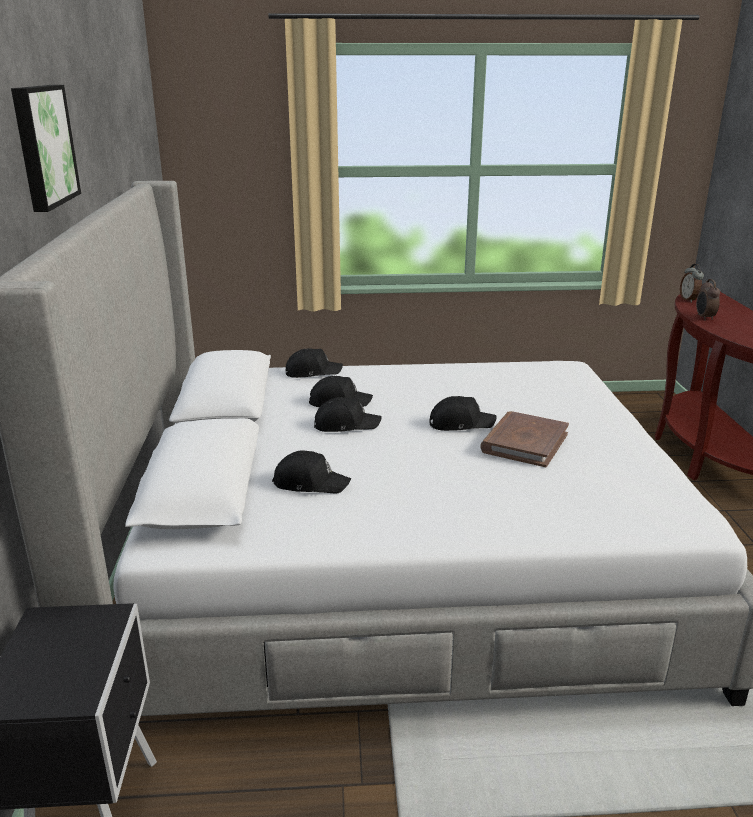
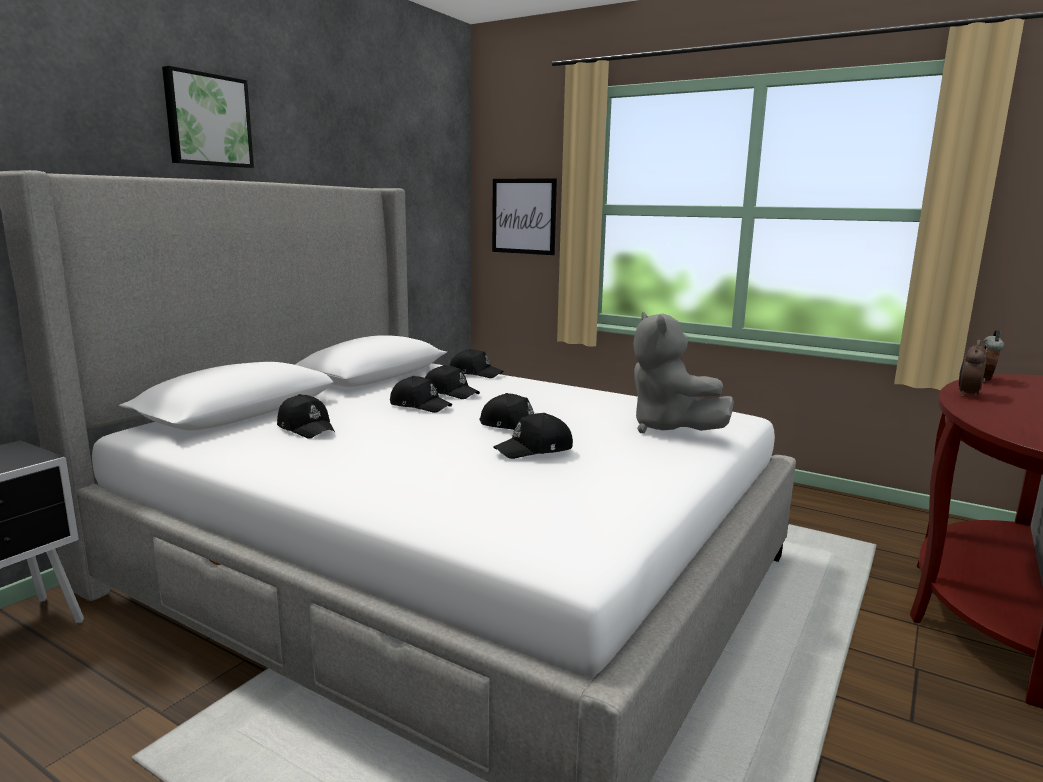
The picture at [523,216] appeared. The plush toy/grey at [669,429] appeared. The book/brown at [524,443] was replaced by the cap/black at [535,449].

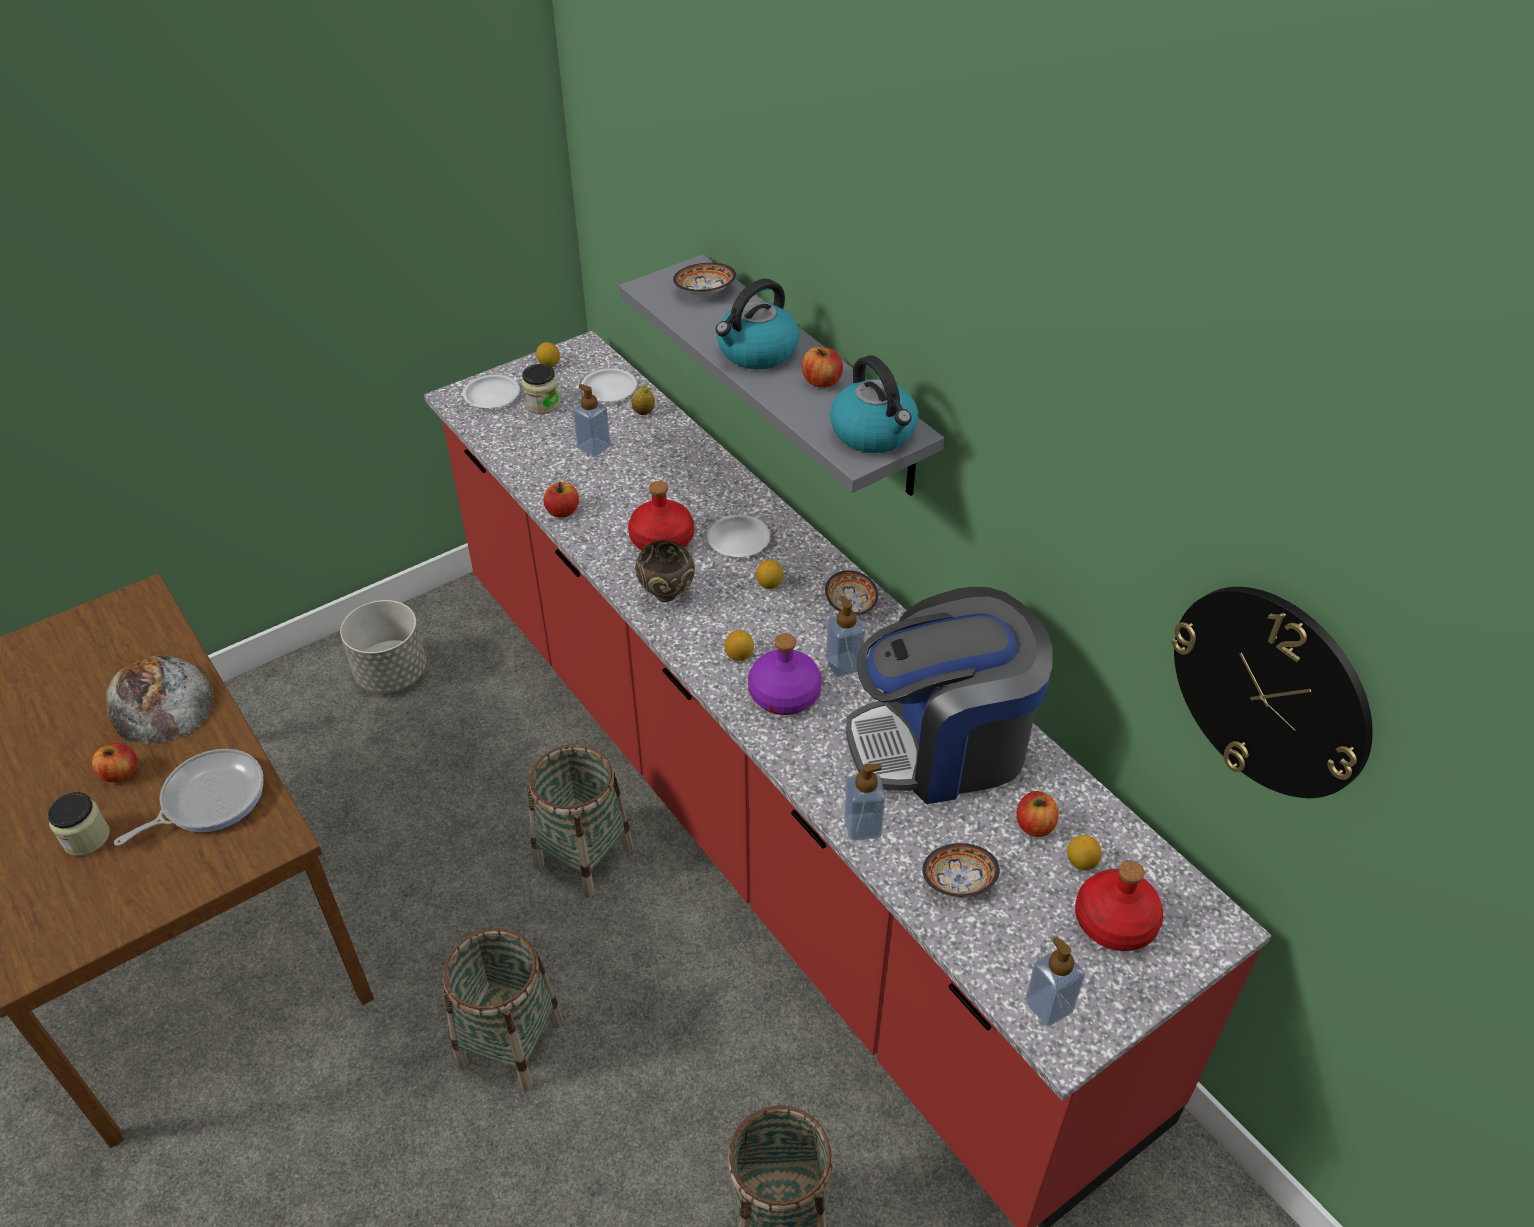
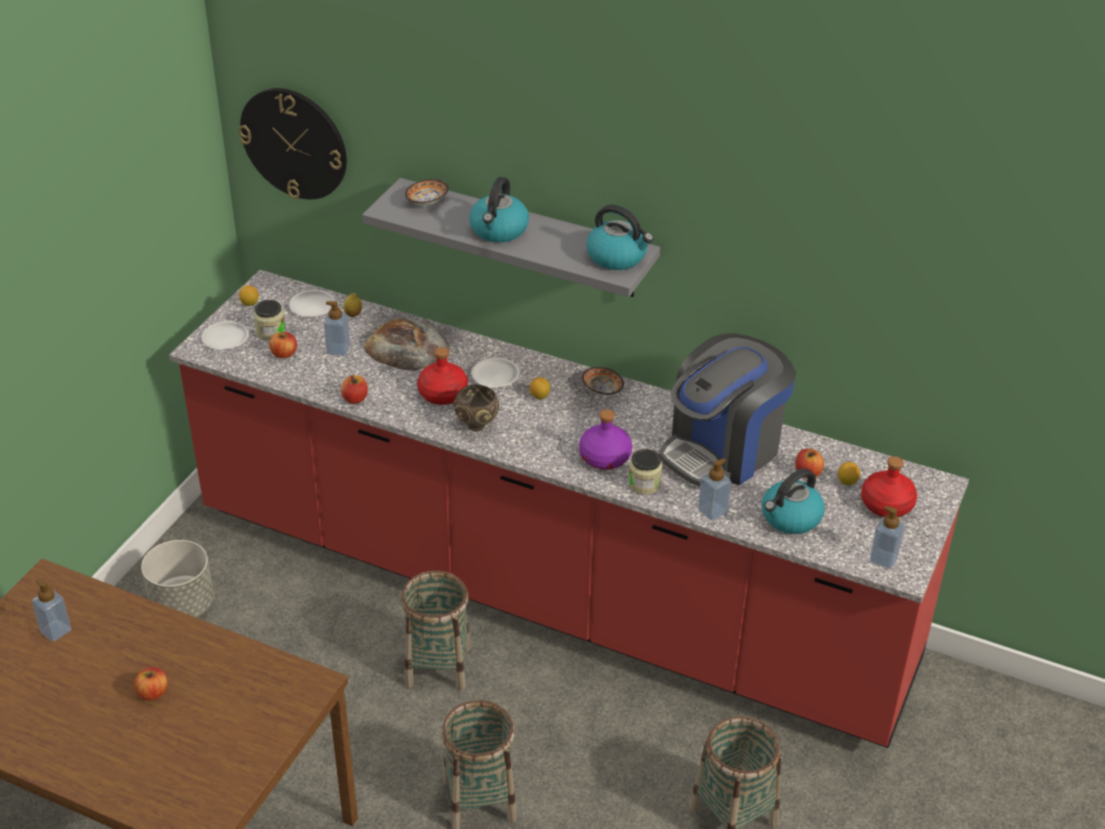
The frying pan at [208,799] disappeared. The lemon at [739,655] disappeared. The jar moved from [86,837] to [644,484]. The bread moved from [159,701] to [407,347]. The apple moved from [821,381] to [284,354]. The soap dispenser moved from [843,665] to [56,631]. The wall clock moved from [1270,691] to [294,143]. The bowl at [960,882] was replaced by the kettle at [790,518].

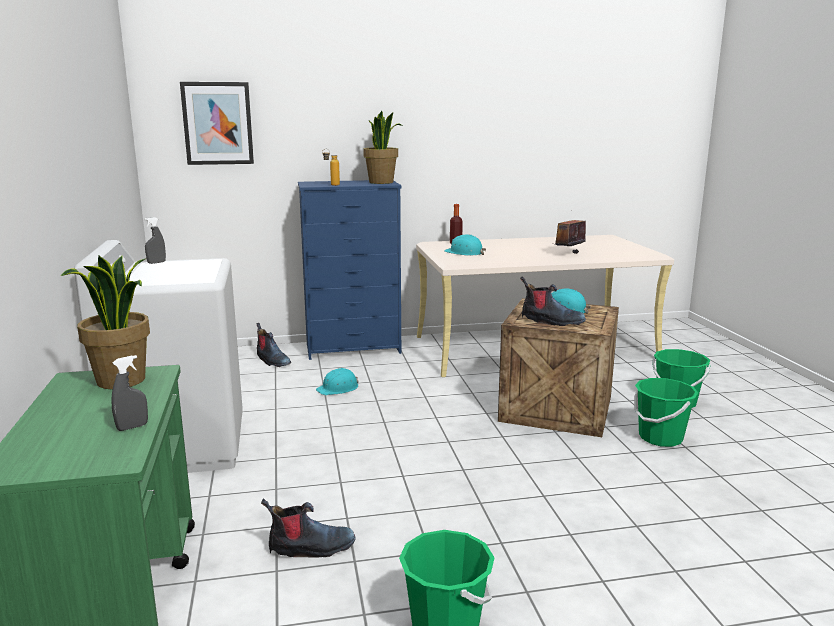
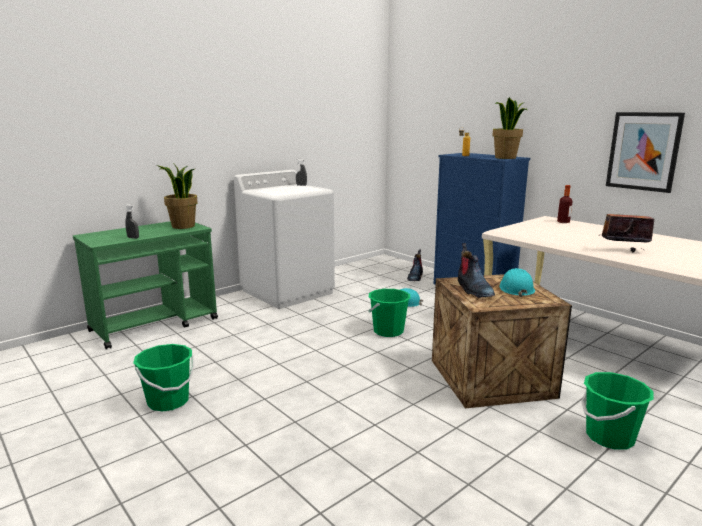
The boot at [310,548] disappeared. The hard hat/turquoise at [464,252] disappeared. The picture moved from [217,123] to [643,151]. The bucket/green moved from [660,438] to [388,331].

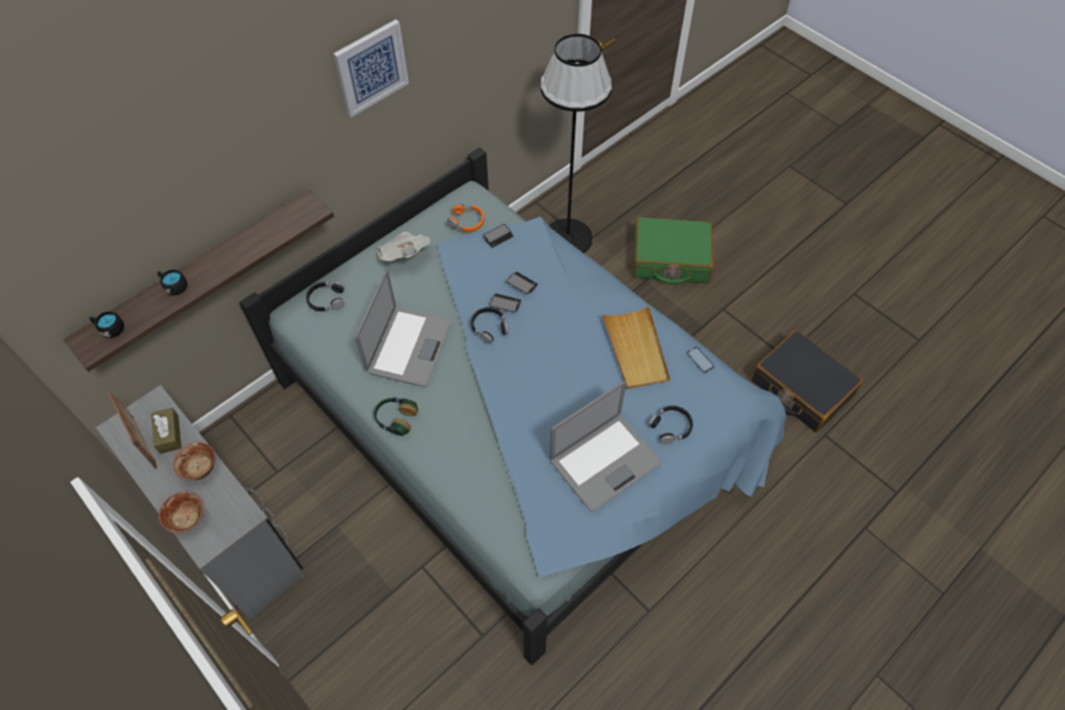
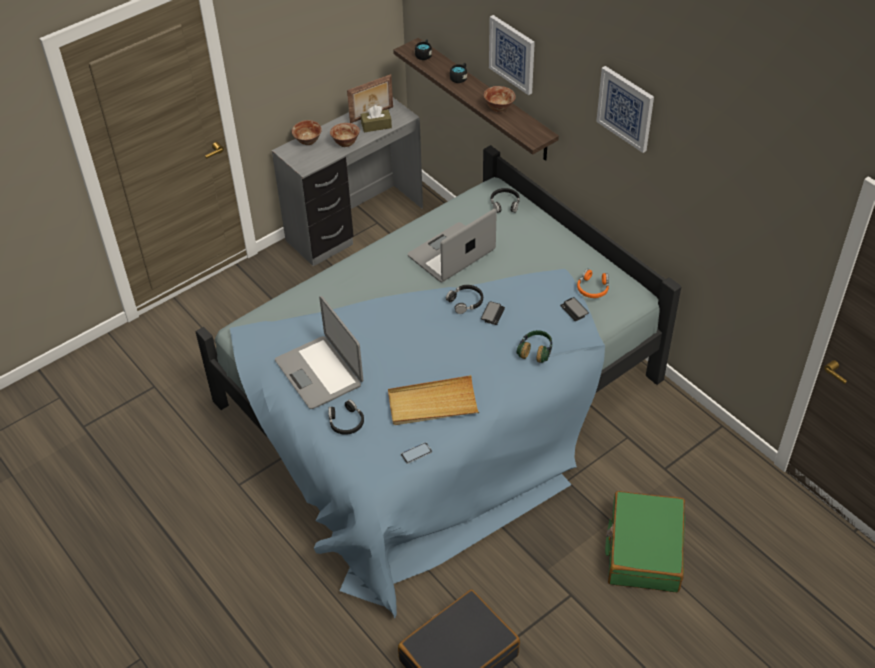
The newspaper at [405,255] disappeared. The phone at [522,283] disappeared. The floor lamp/black at [567,238] disappeared. The bowl at [498,108] appeared. The picture at [512,54] appeared. The headphones moved from [396,419] to [536,351]. The laptop at [409,347] turned 120 degrees clockwise.

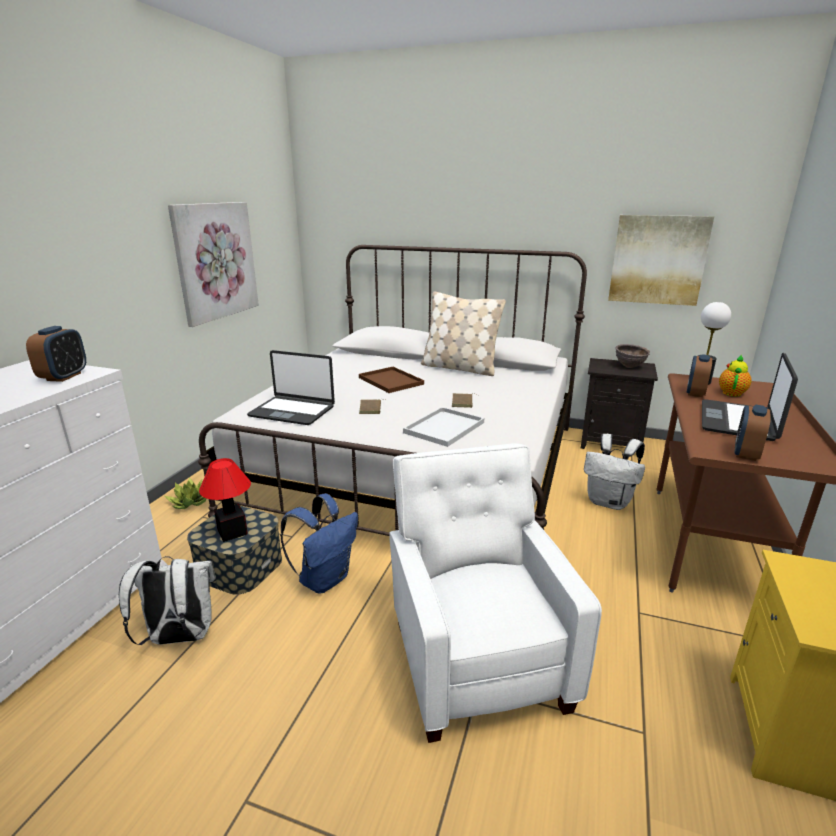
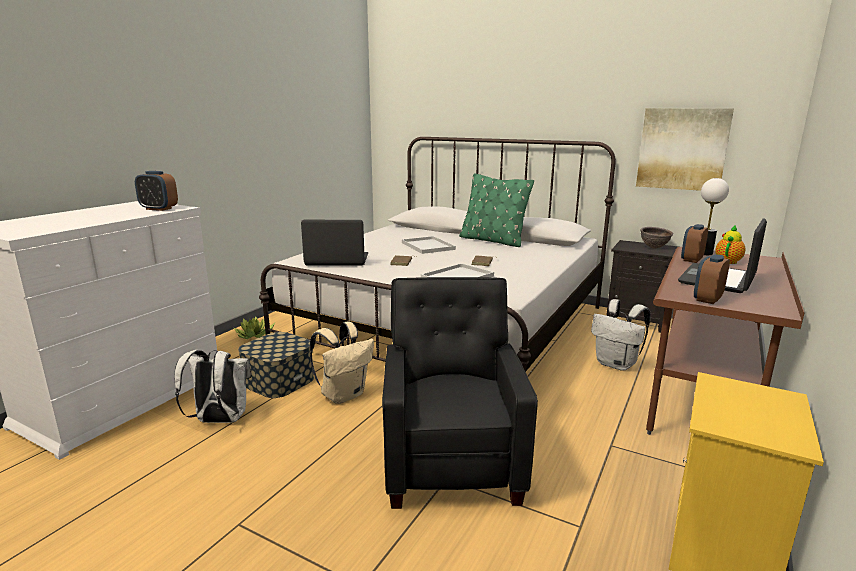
The picture at [216,261] disappeared. The table lamp at [233,532] disappeared. The backpack/blue at [325,579] became the backpack/beige at [344,395]. The tray/brown at [392,381] became the tray/white at [429,246]. The armchair/white at [477,658] became the armchair/black at [452,460]. The pillow/beige at [460,368] became the pillow/green at [493,240]. The alarm clock at [64,377] turned 90 degrees clockwise. The laptop at [292,411] turned 150 degrees clockwise.

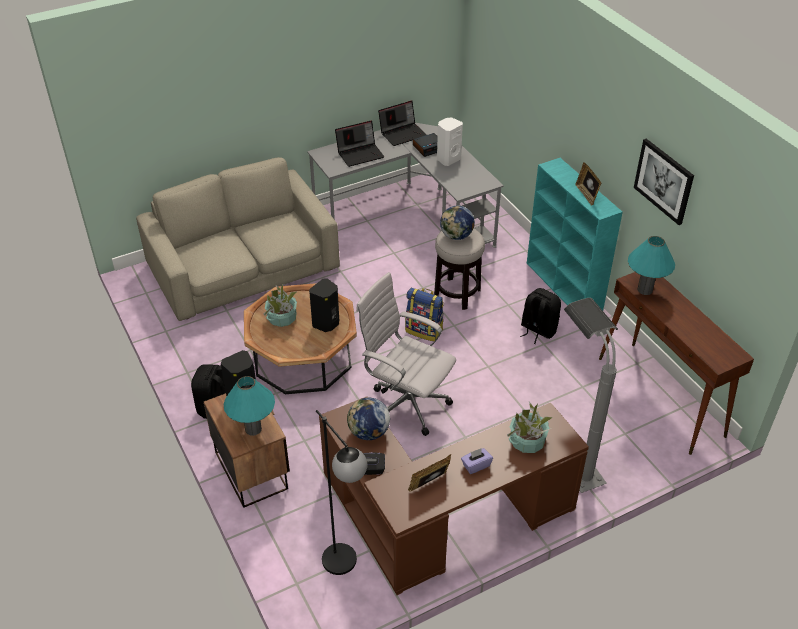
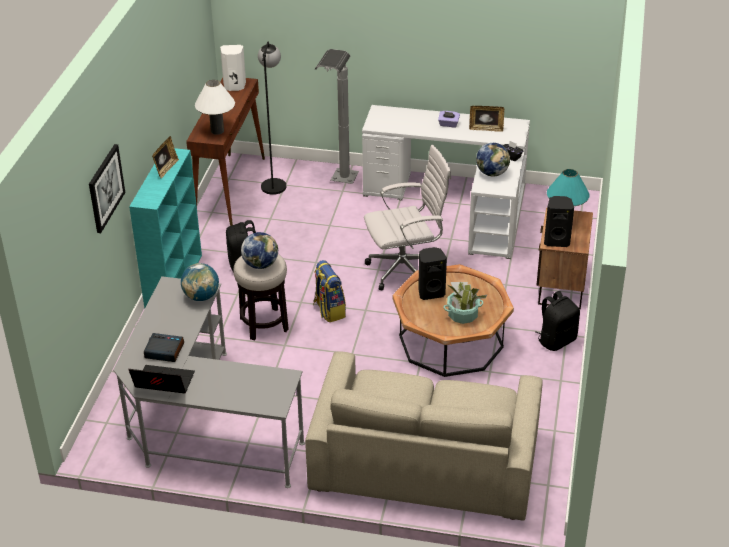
The laptop at [360,154] disappeared. The potted plant at [527,441] disappeared. The globe at [201,297] appeared. The floor lamp/black moved from [346,568] to [274,182]. The speaker/white moved from [448,159] to [234,86]. The picture moved from [664,181] to [105,188]. The desk/brown at [440,518] became the desk/white at [458,203]. The table lamp/turquoise at [645,290] became the table lamp/white at [217,131]. The office chair/white at [406,403] turned 90 degrees counterclockwise.

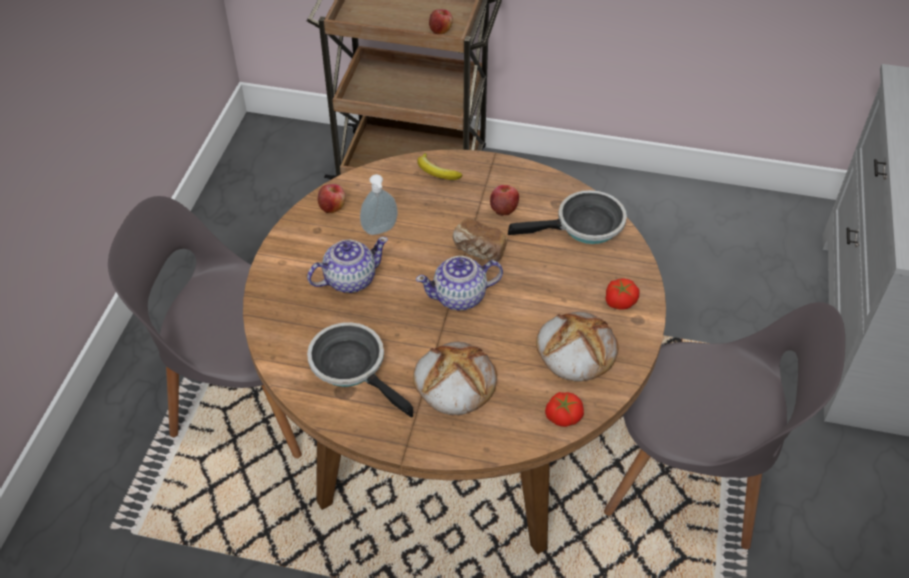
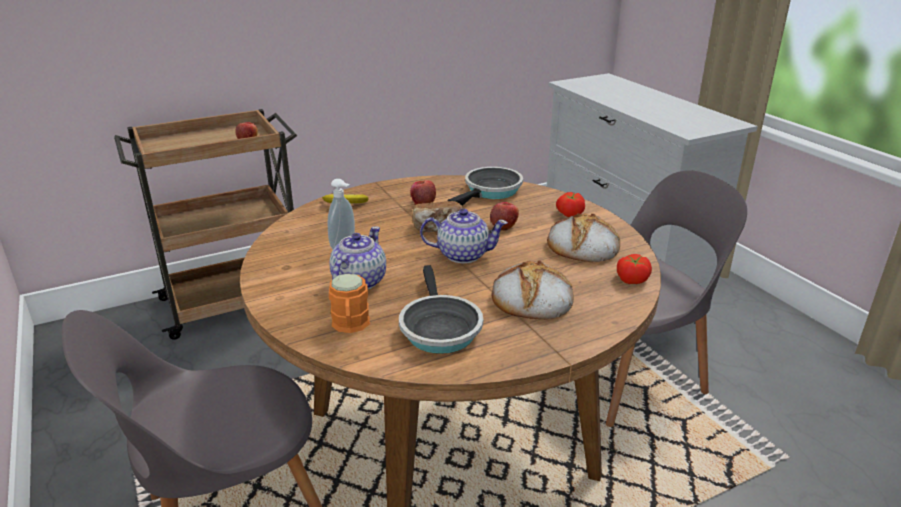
The mug/orange at [350,326] appeared. The apple moved from [332,207] to [504,226]. The frying pan at [352,366] turned 105 degrees counterclockwise. The teapot at [460,297] turned 120 degrees counterclockwise.

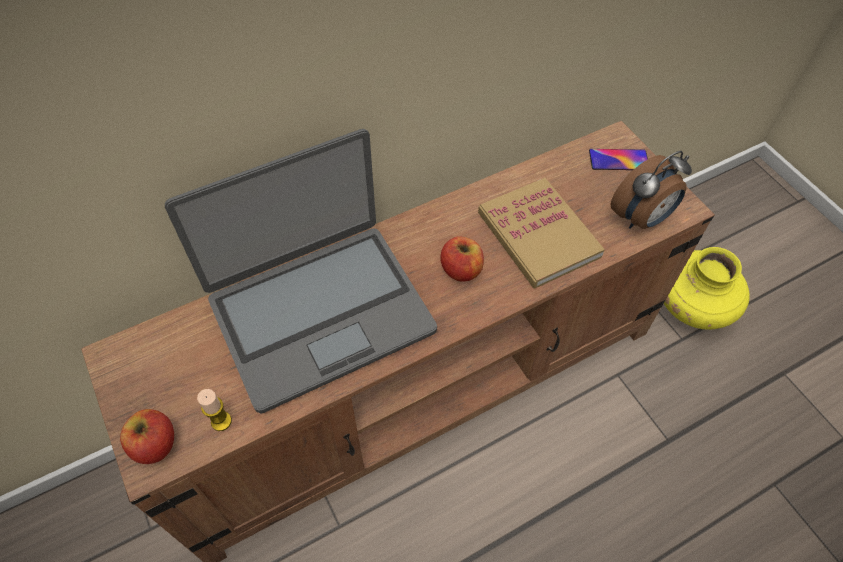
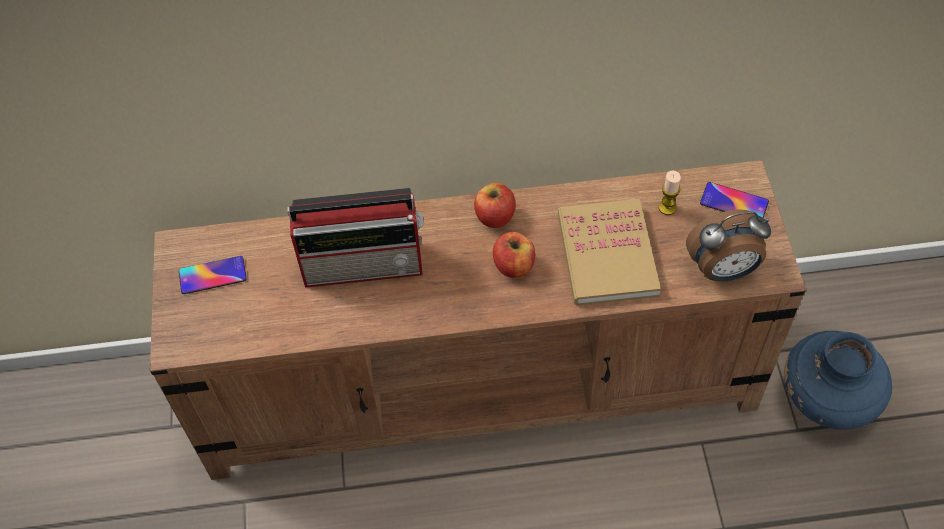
The phone at [212,275] appeared. The apple moved from [155,445] to [495,216]. The candle moved from [221,421] to [667,208]. The laptop at [320,313] was replaced by the radio at [366,265]. The vase/yellow at [692,307] became the vase/blue at [828,399].

